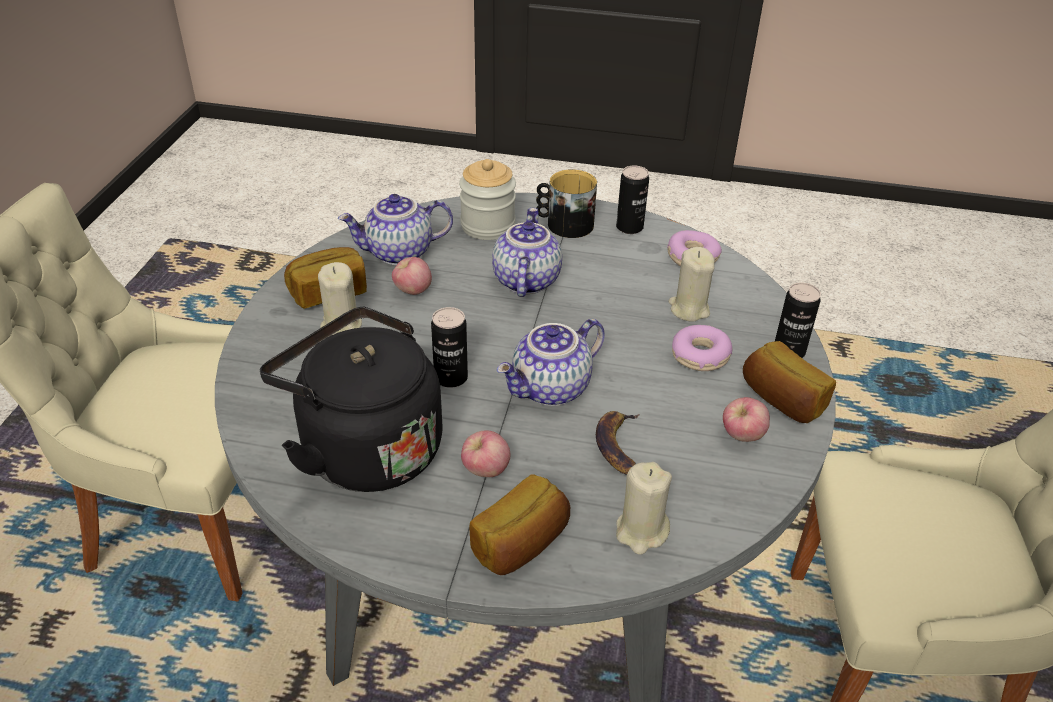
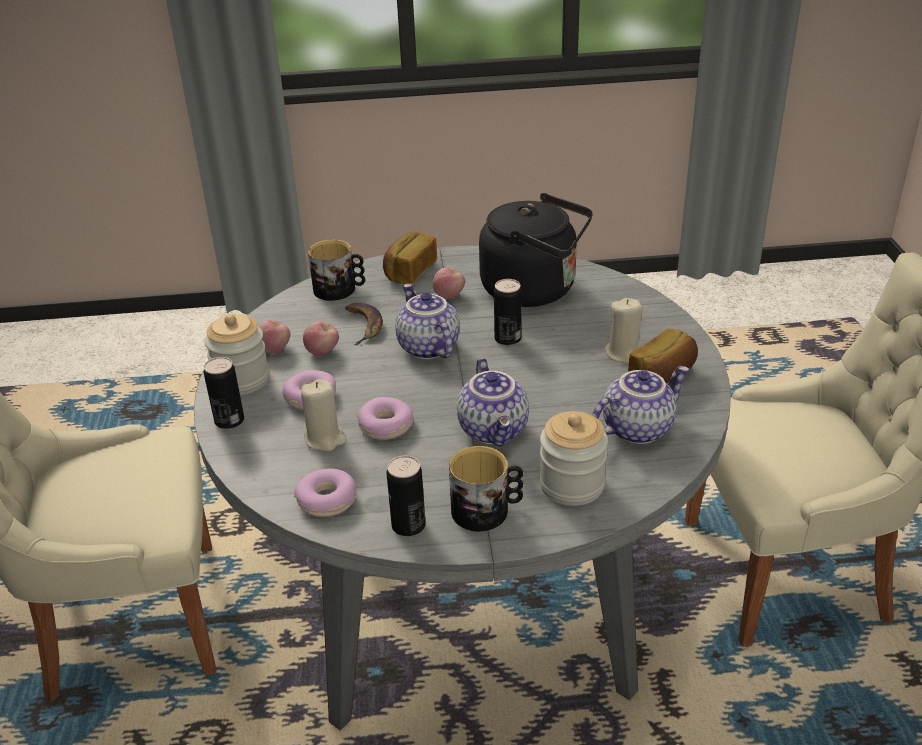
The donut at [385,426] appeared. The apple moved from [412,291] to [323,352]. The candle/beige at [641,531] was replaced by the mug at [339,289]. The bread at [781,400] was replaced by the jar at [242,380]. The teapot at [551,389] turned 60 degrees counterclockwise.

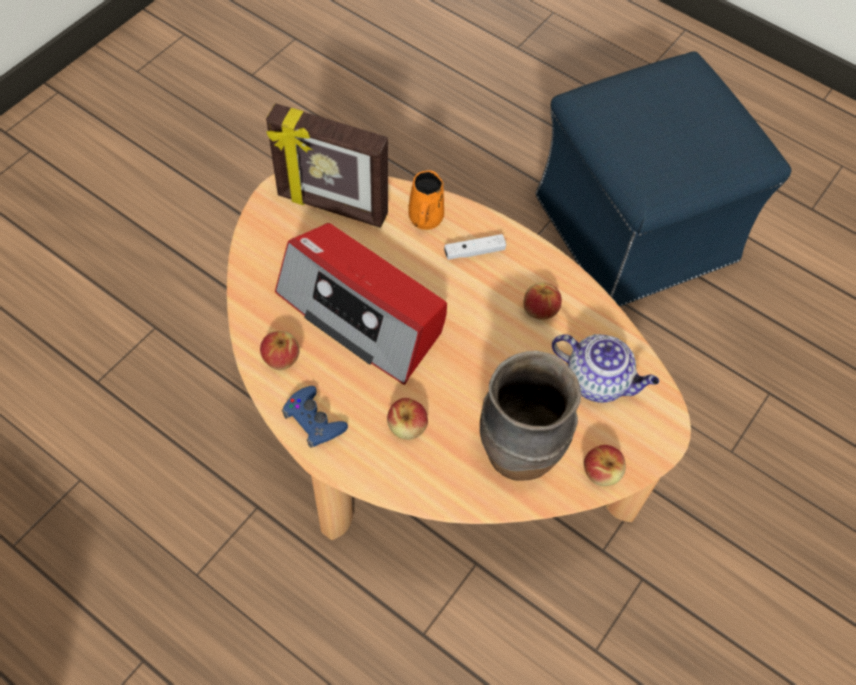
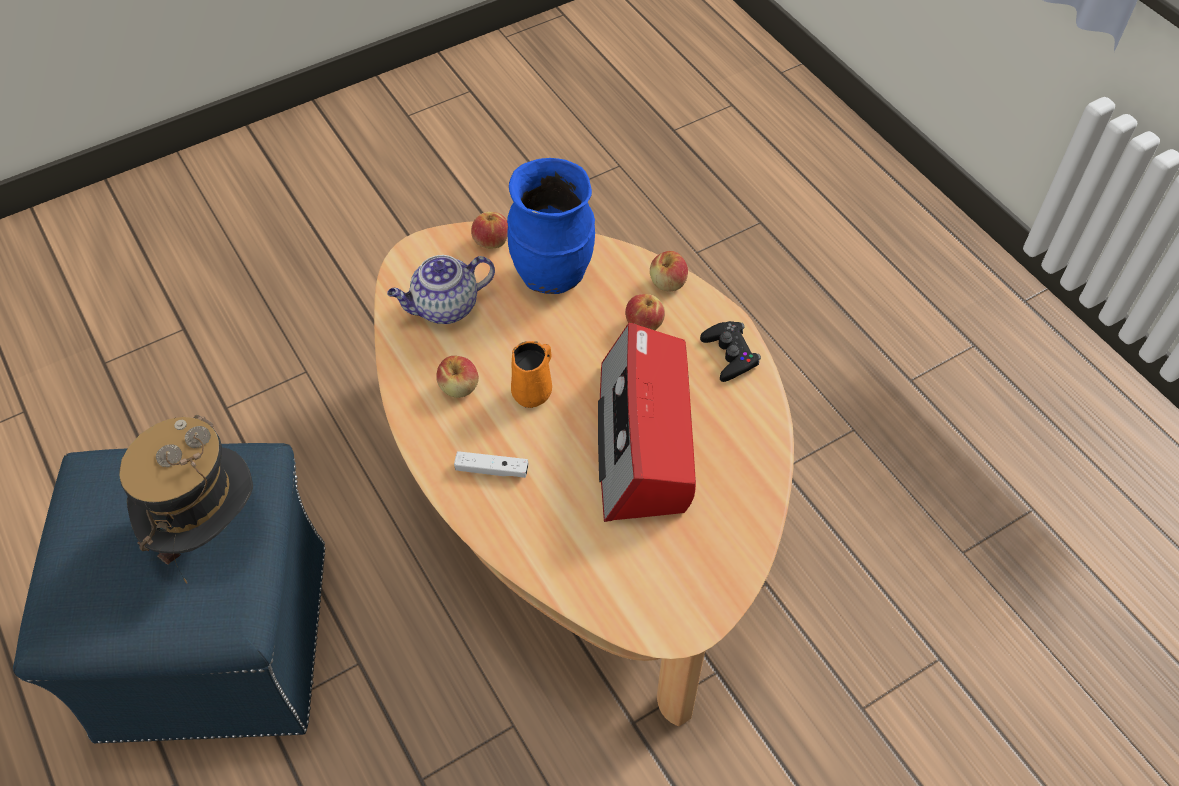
The picture frame at [332,206] disappeared. The hat at [208,529] appeared. The apple moved from [281,358] to [668,282]. The mug/orange moved from [425,219] to [533,391]. The game controller/blue at [314,420] became the game controller/black at [730,354]. The vase/brown at [518,452] became the vase/blue at [553,275]. The radio at [363,313] turned 150 degrees counterclockwise. The teapot at [598,380] turned 75 degrees counterclockwise.

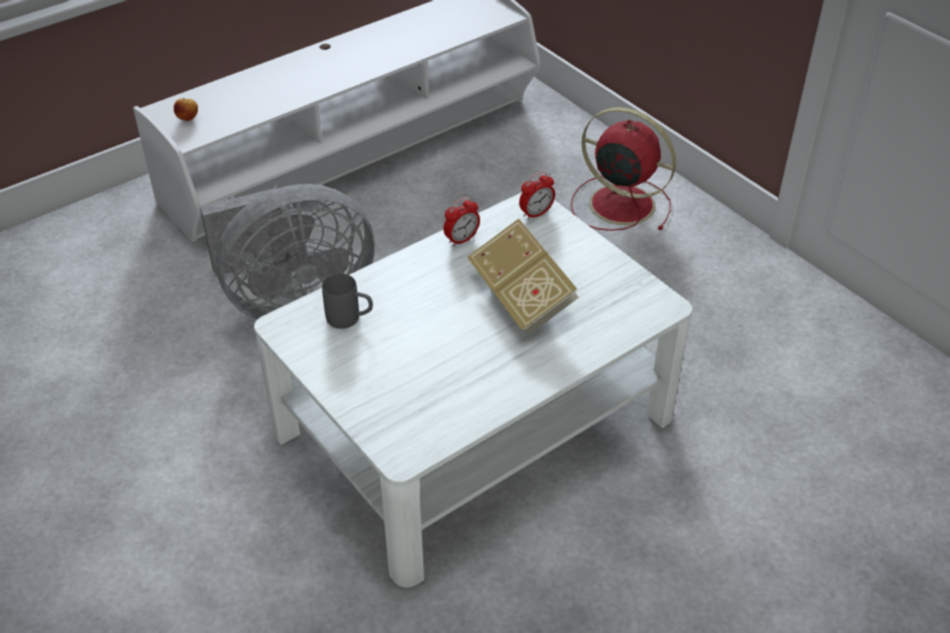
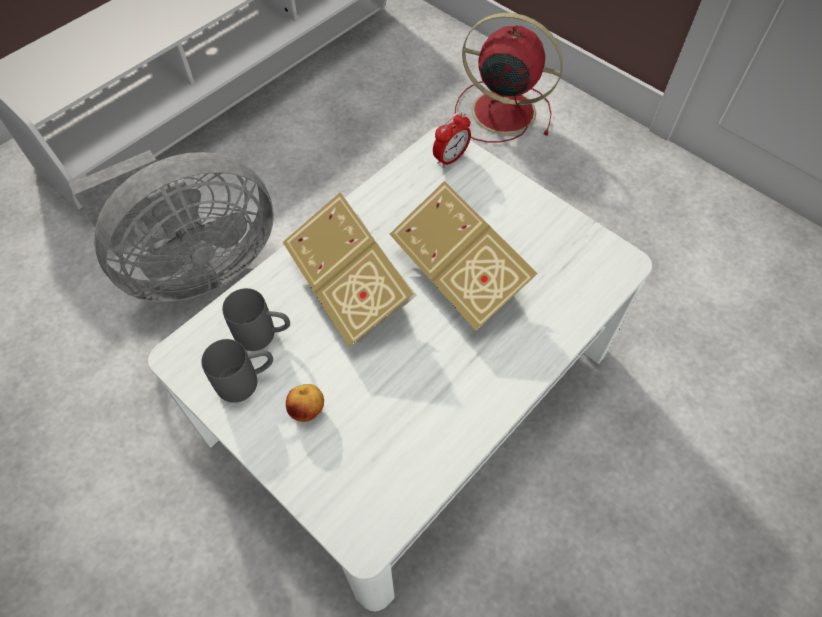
The alarm clock at [461,239] disappeared. The mug/grey at [247,380] appeared. The book at [352,288] appeared. The apple moved from [188,119] to [307,410].

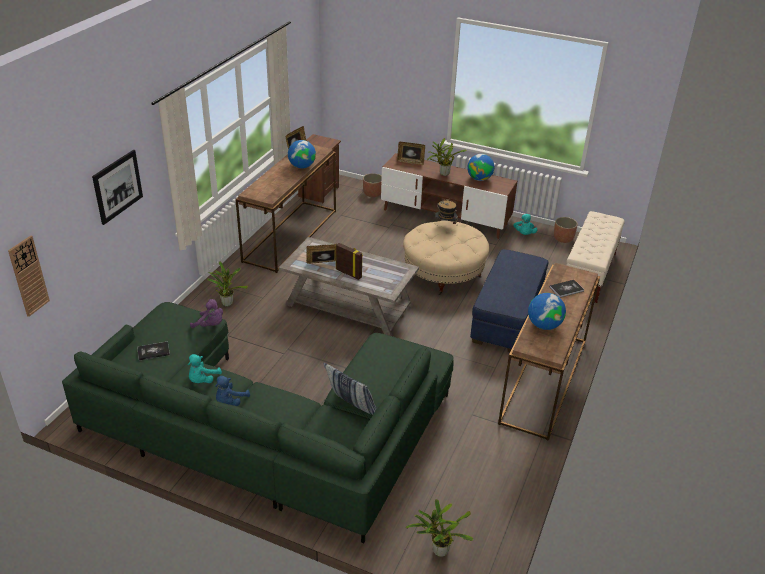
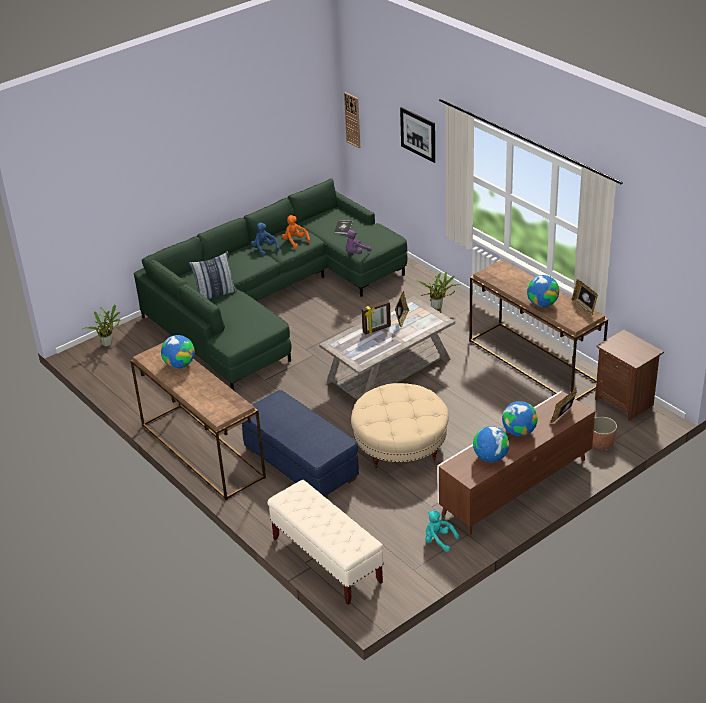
The hat at [445,226] disappeared. The book at [566,289] disappeared. The planter at [563,239] disappeared. The potted plant at [443,174] was replaced by the globe at [519,432]. The plush toy/turquoise at [202,380] became the plush toy/orange at [295,241].

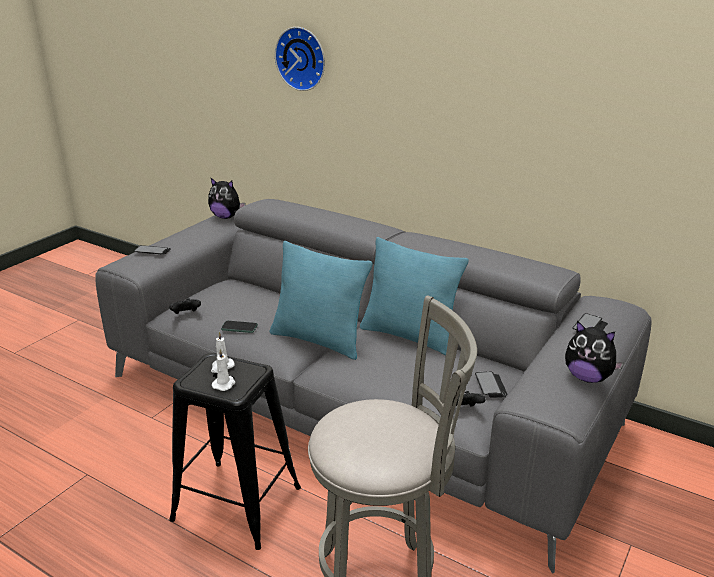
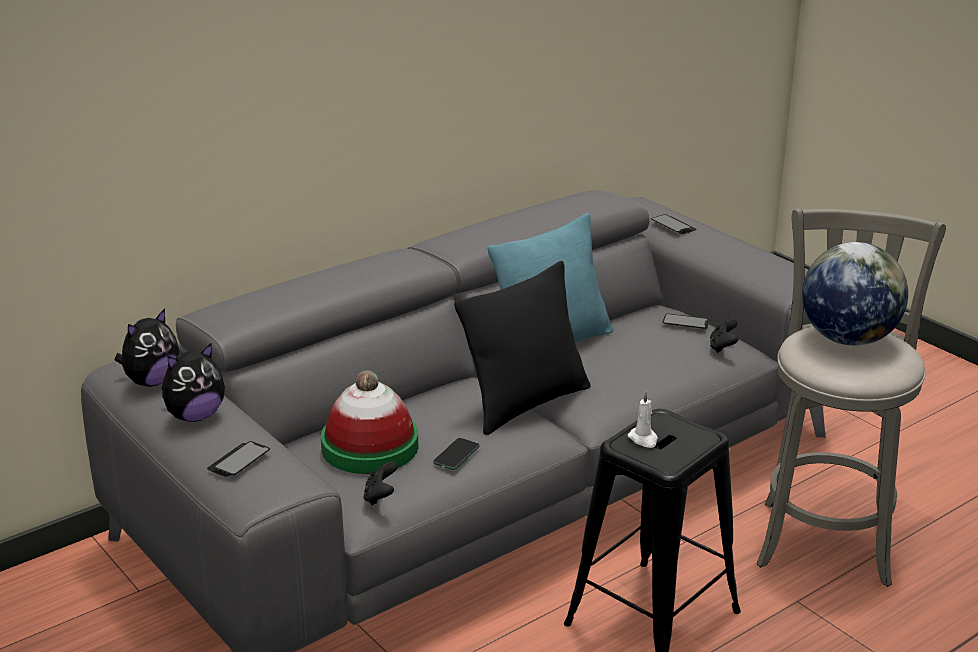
The candle/white at [224,384] disappeared. The wall clock at [302,58] disappeared. The hat at [370,446] appeared. The globe at [848,339] appeared. The plush toy moved from [588,377] to [195,416]. The pillow/turquoise at [319,340] became the pillow/black at [525,403].

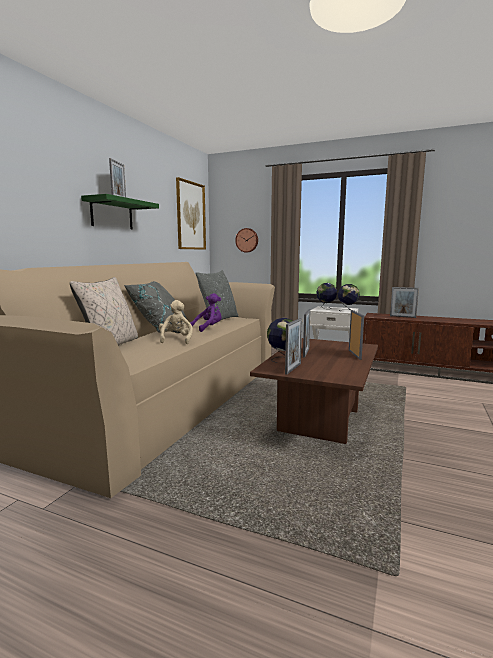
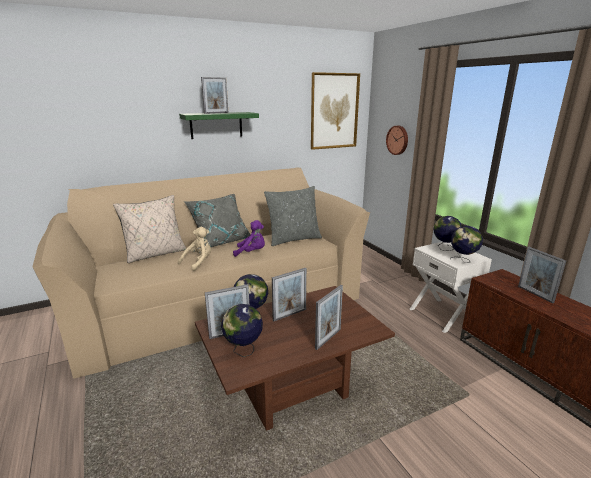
The globe at [243,351] appeared.

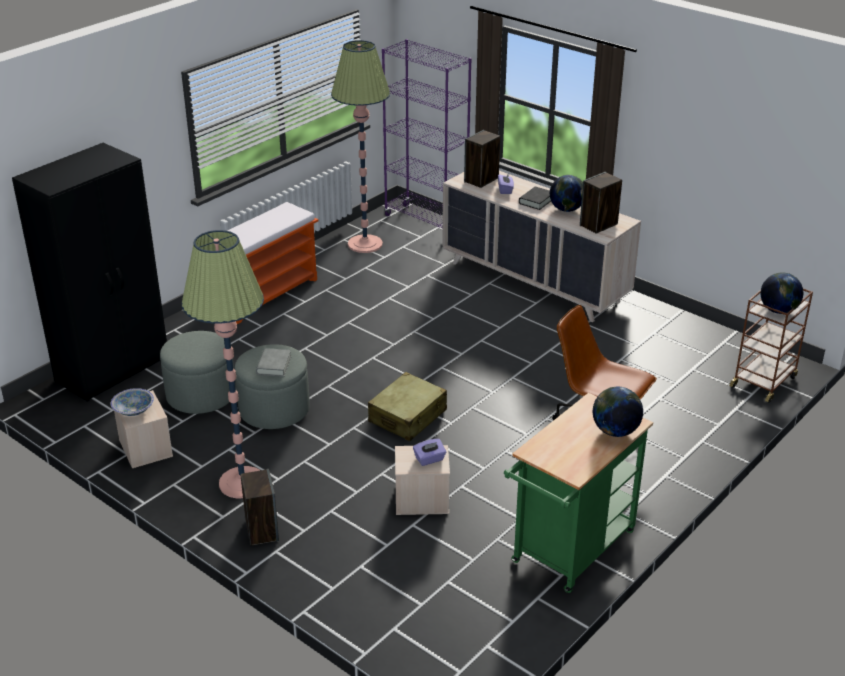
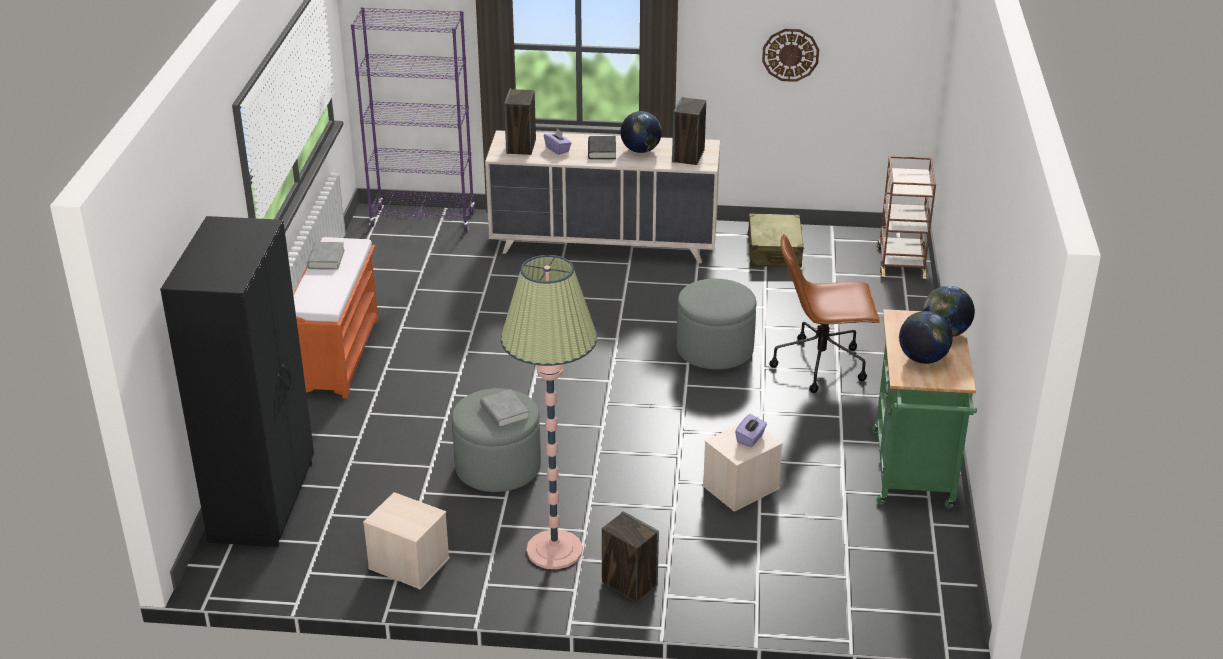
The bowl at [133,410] disappeared. The floor lamp at [365,244] disappeared. The book/grey at [326,259] appeared. The wall clock at [790,54] appeared. The ottoman/grey moved from [201,395] to [714,350]. The suitcase/beige moved from [408,416] to [774,251]. The globe moved from [778,310] to [922,359].

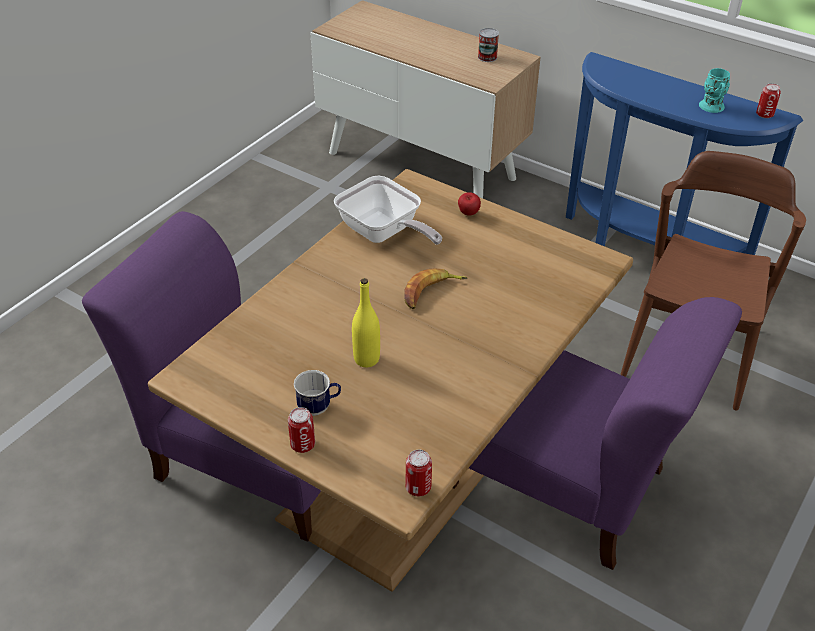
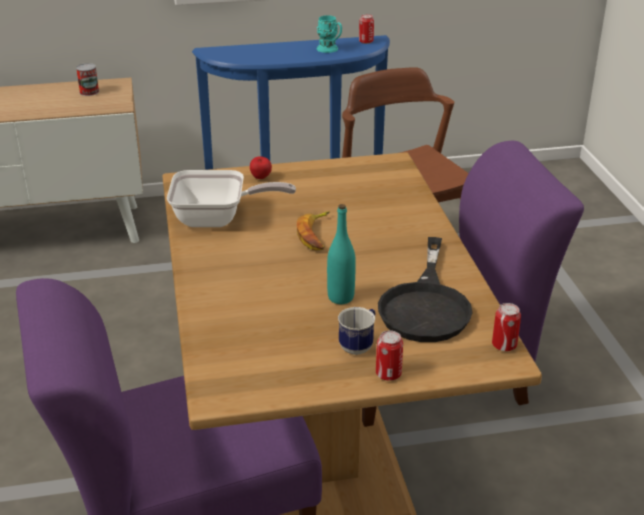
The frying pan/black at [426,305] appeared. The bottle/yellow at [366,359] became the bottle/turquoise at [340,297].

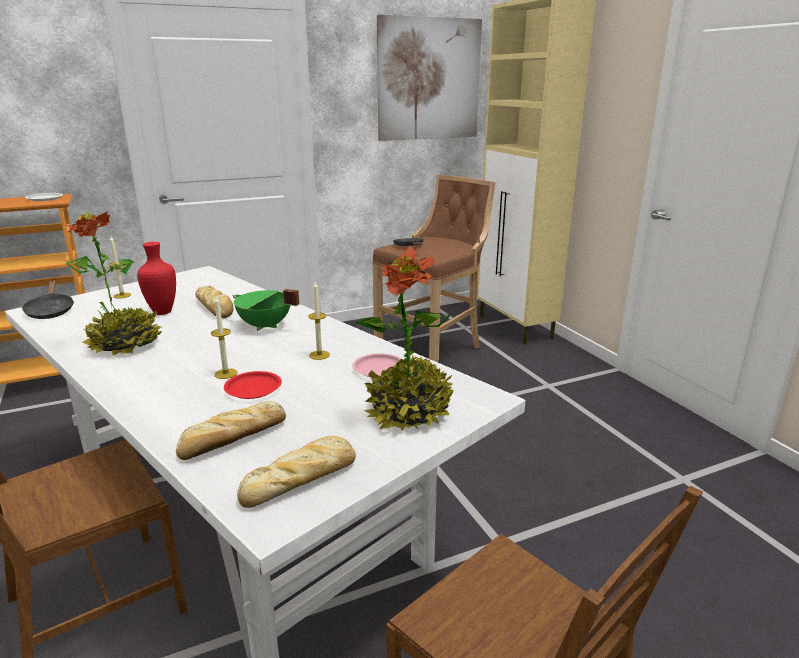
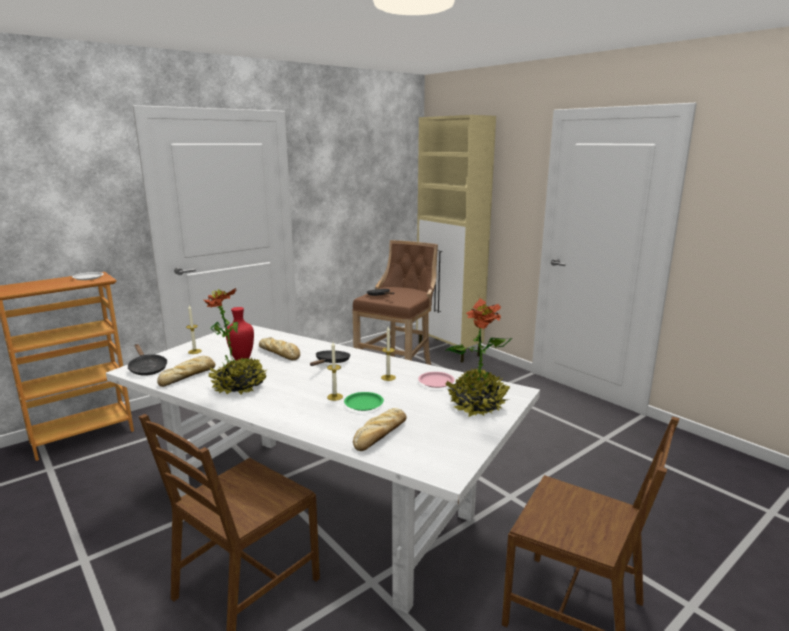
The picture at [429,79] disappeared. The bread moved from [302,479] to [188,375]. The cooking pot/green at [264,326] was replaced by the frying pan/black at [331,363]. The plate/red at [253,388] became the plate/green at [363,404].

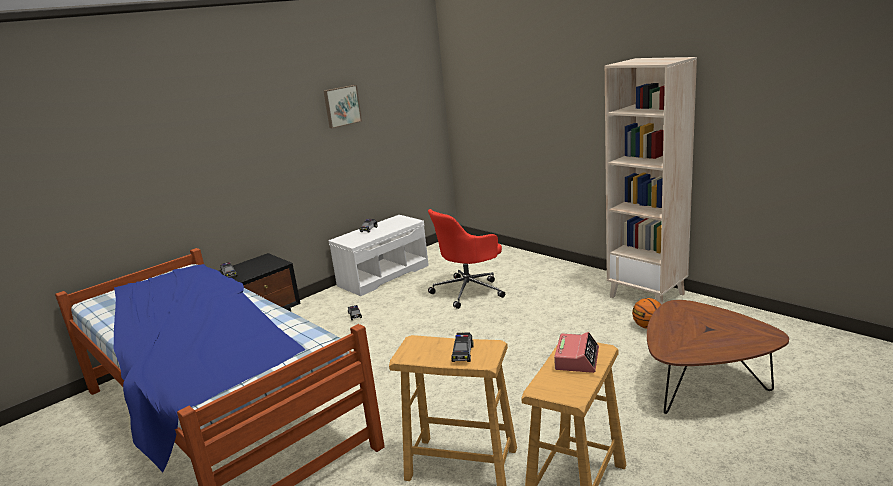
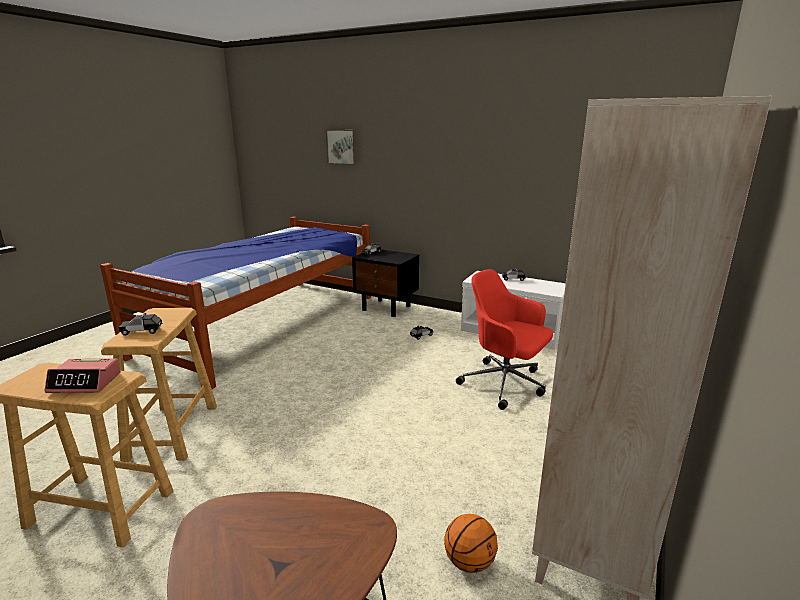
The picture moved from [341,106] to [342,147].

